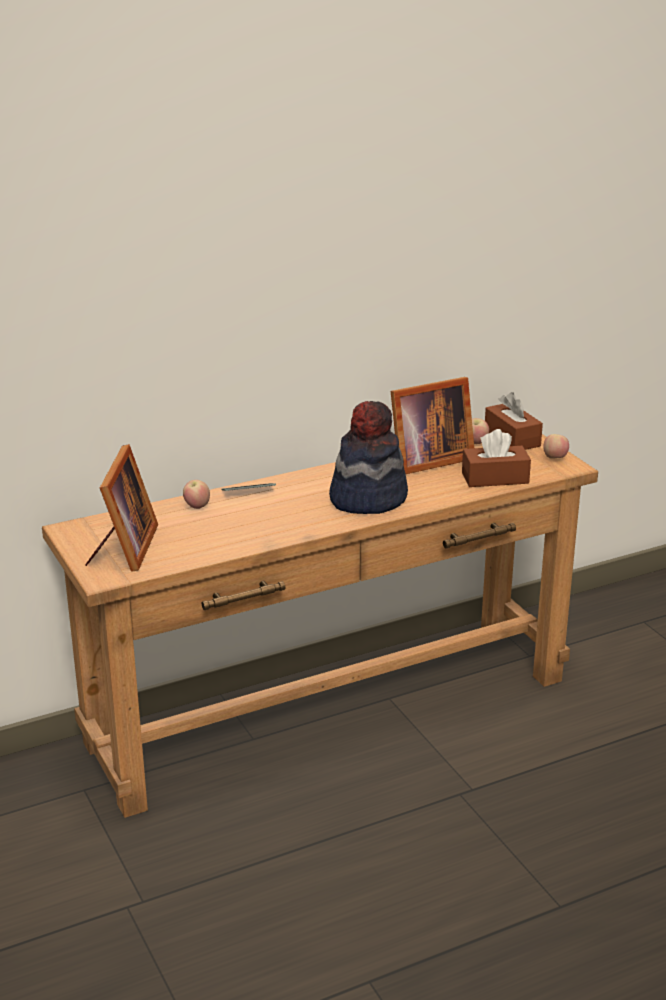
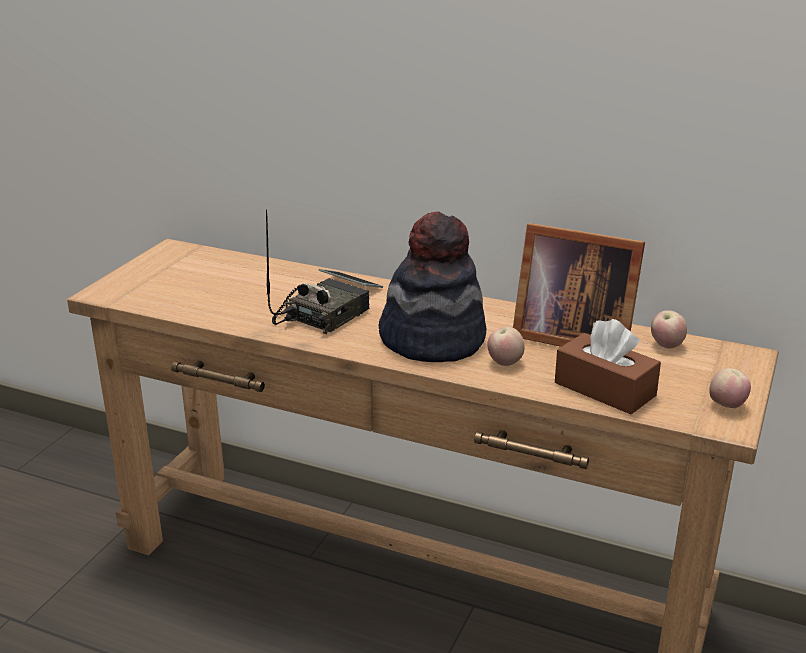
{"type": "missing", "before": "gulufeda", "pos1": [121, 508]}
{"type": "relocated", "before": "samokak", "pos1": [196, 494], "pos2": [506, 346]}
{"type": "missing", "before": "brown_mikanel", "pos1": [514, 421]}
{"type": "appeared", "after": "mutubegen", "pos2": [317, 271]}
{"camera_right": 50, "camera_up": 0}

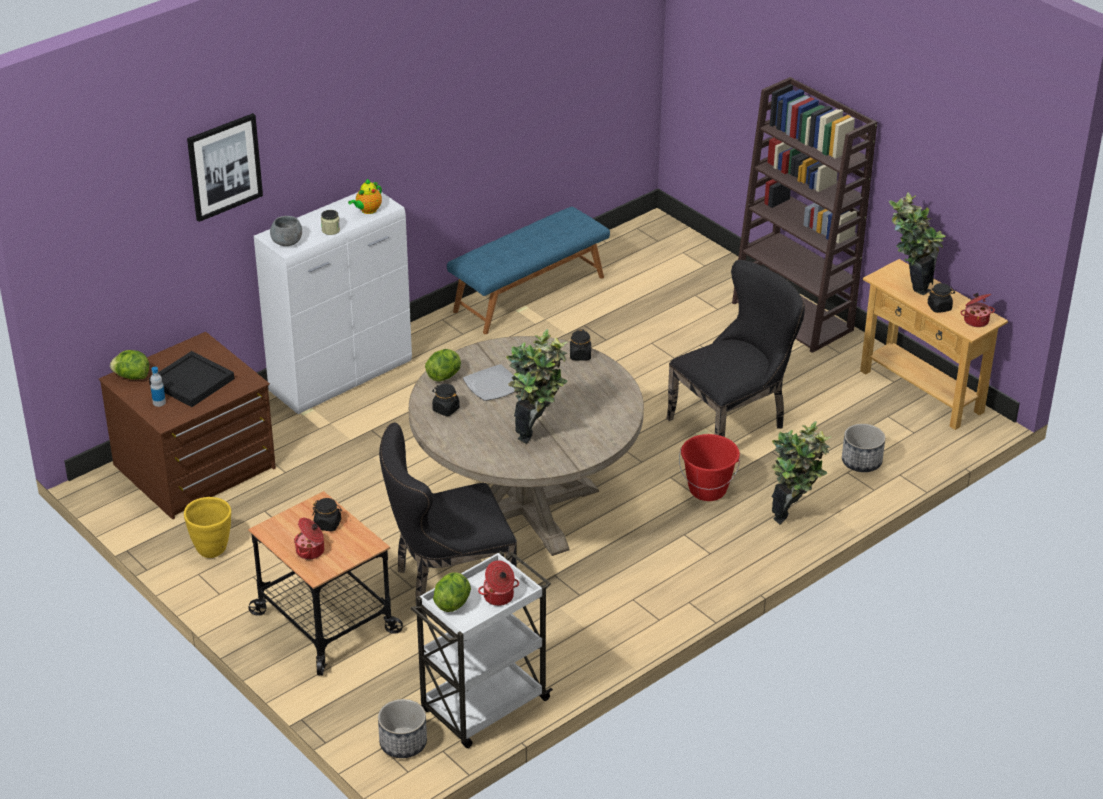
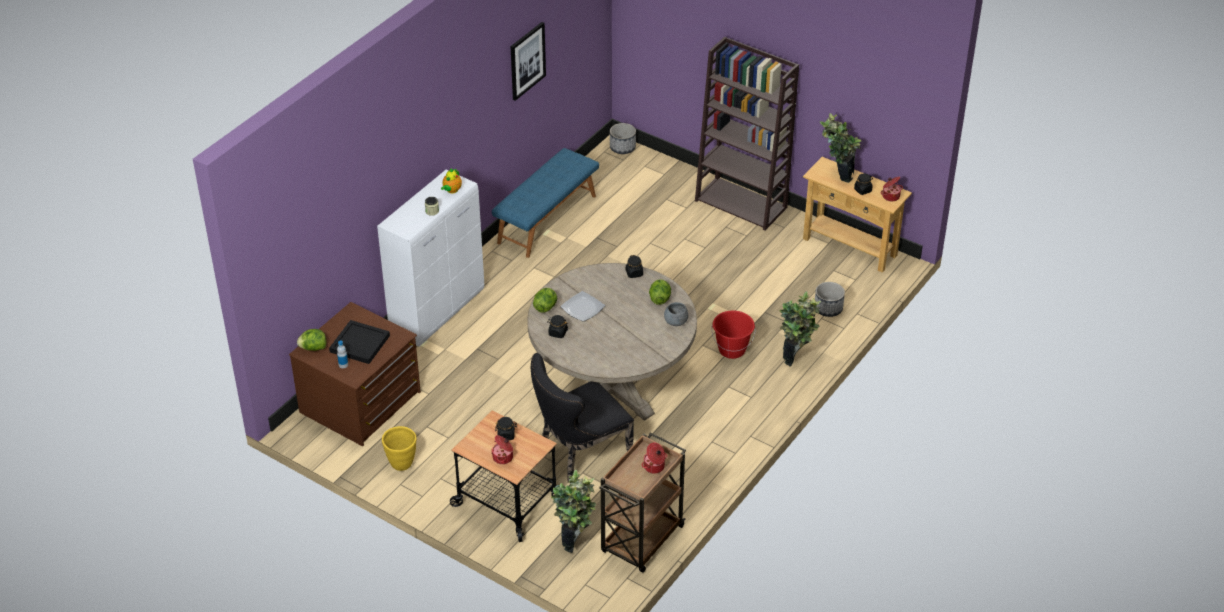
{"type": "relocated", "before": "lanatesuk", "pos1": [225, 167], "pos2": [528, 61]}
{"type": "relocated", "before": "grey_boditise", "pos1": [286, 231], "pos2": [676, 314]}
{"type": "relocated", "before": "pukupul", "pos1": [402, 728], "pos2": [623, 138]}
{"type": "colour", "before": "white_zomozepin", "after": "brown_zomozepin", "pos1": [482, 649], "pos2": [642, 502]}
{"type": "relocated", "before": "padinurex", "pos1": [452, 592], "pos2": [660, 292]}
{"type": "relocated", "before": "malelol", "pos1": [537, 386], "pos2": [573, 511]}
{"type": "missing", "before": "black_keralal", "pos1": [735, 348]}
{"camera_right": -15, "camera_up": 5}

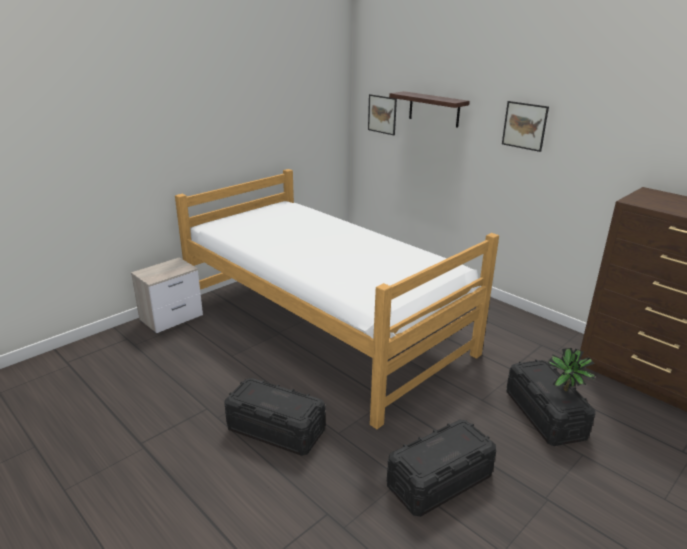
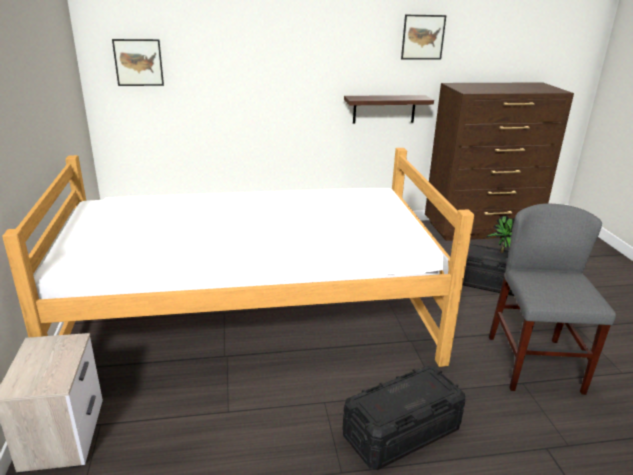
{"type": "exchanged", "before": "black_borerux", "after": "grey_keralal", "pos1": [441, 468], "pos2": [552, 299]}
{"type": "relocated", "before": "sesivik", "pos1": [429, 109], "pos2": [389, 109]}
{"type": "relocated", "before": "lanatesuk", "pos1": [525, 126], "pos2": [423, 37]}
{"camera_right": -55, "camera_up": 0}

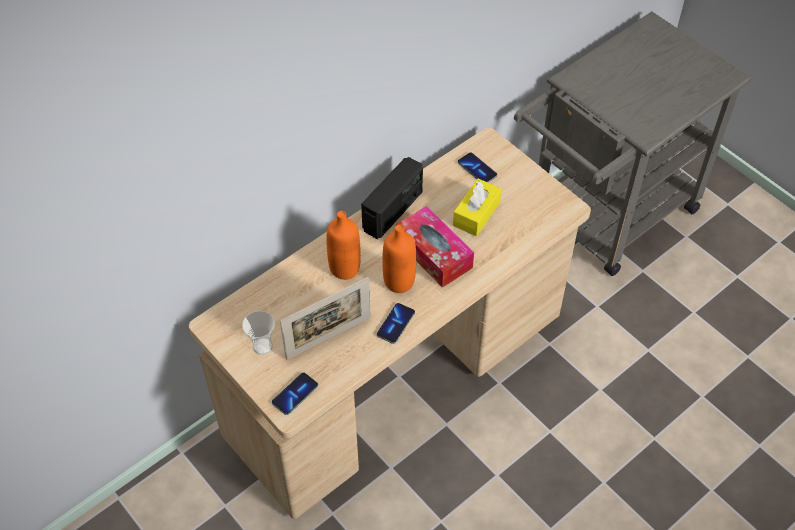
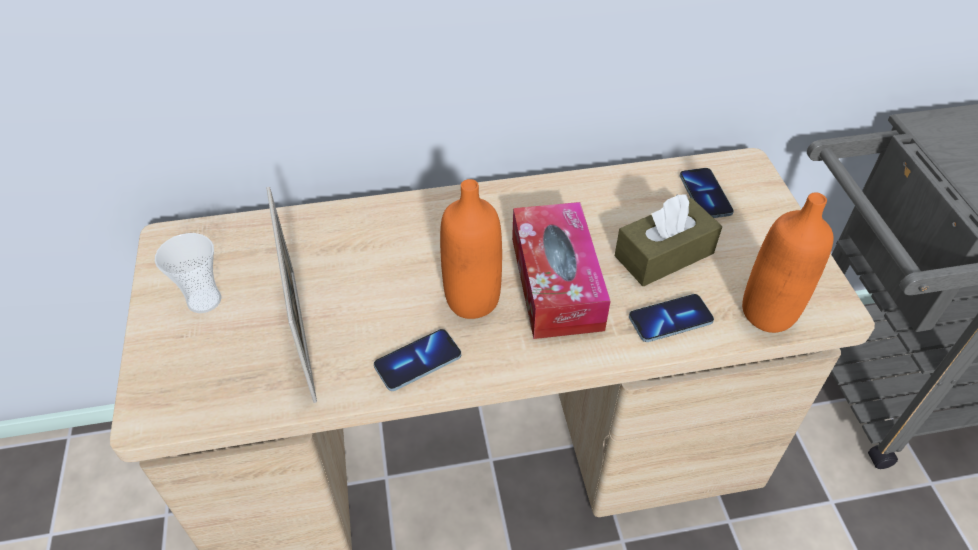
{"type": "relocated", "before": "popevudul", "pos1": [295, 394], "pos2": [671, 318]}
{"type": "spun", "before": "gulufeda", "pos1": [325, 318], "pos2": [291, 295], "turn": -105}
{"type": "relocated", "before": "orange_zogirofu", "pos1": [343, 245], "pos2": [787, 262]}
{"type": "missing", "before": "mutubegen", "pos1": [392, 198]}
{"type": "colour", "before": "yellow_mikanel", "after": "brown_mikanel", "pos1": [477, 207], "pos2": [668, 240]}
{"camera_right": 30, "camera_up": -5}

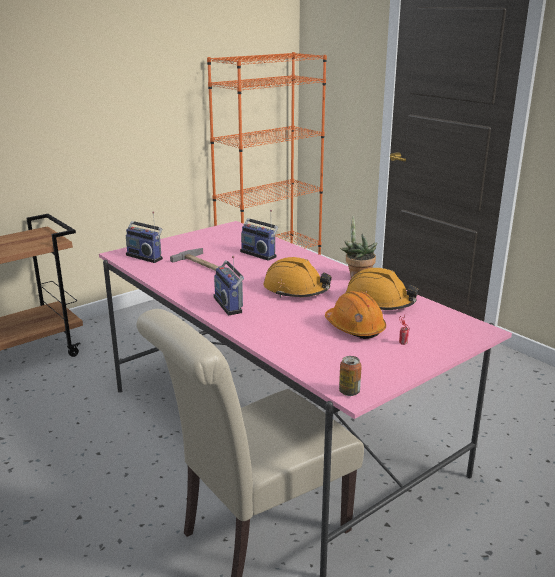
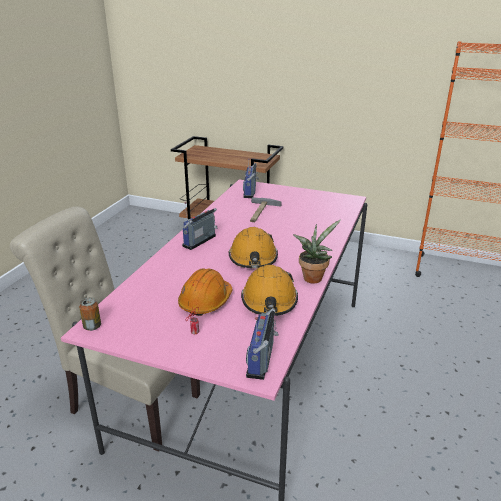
{"type": "relocated", "before": "mutubegen", "pos1": [259, 235], "pos2": [262, 344]}
{"camera_right": 60, "camera_up": 5}

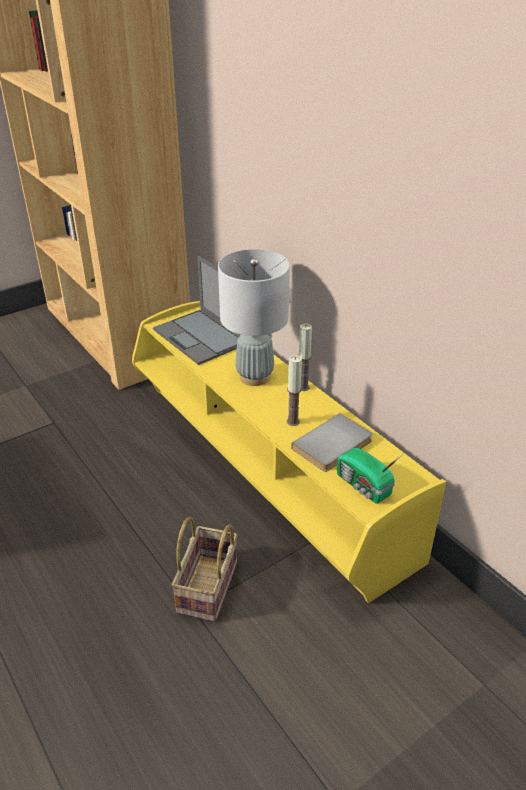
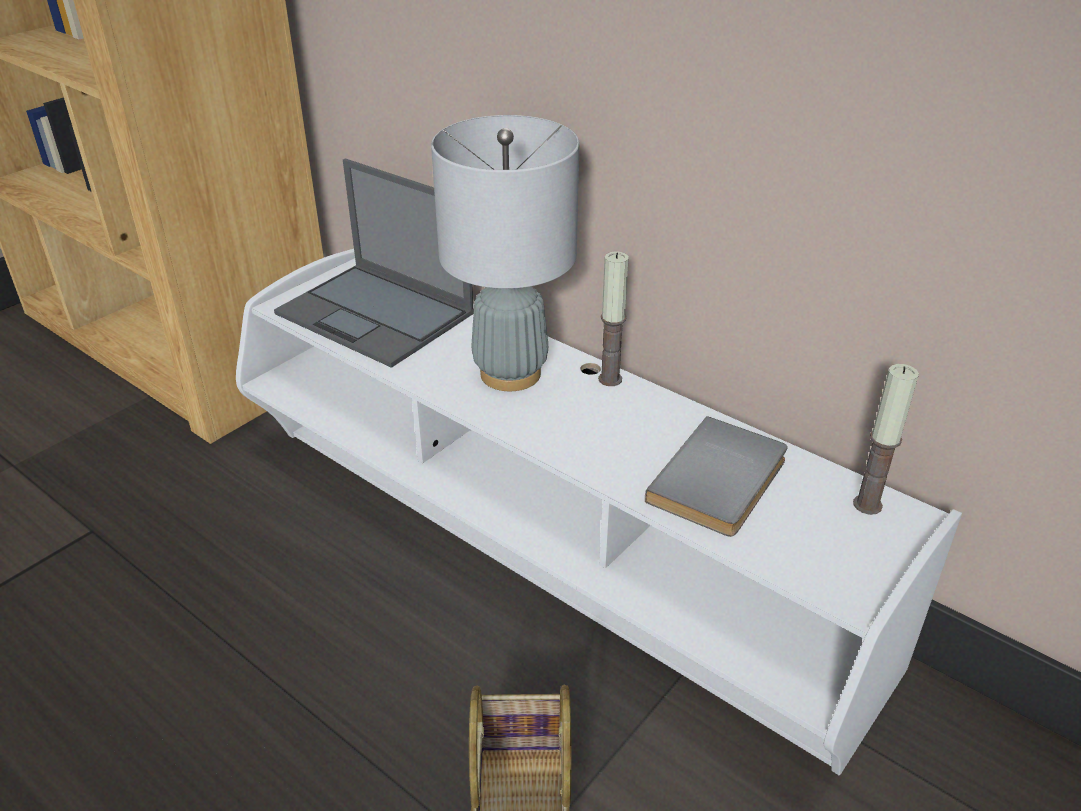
{"type": "colour", "before": "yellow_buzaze", "after": "white_buzaze", "pos1": [289, 452], "pos2": [599, 512]}
{"type": "relocated", "before": "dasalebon", "pos1": [294, 390], "pos2": [886, 439]}
{"type": "missing", "before": "mutubegen", "pos1": [370, 476]}
{"camera_right": -15, "camera_up": 0}

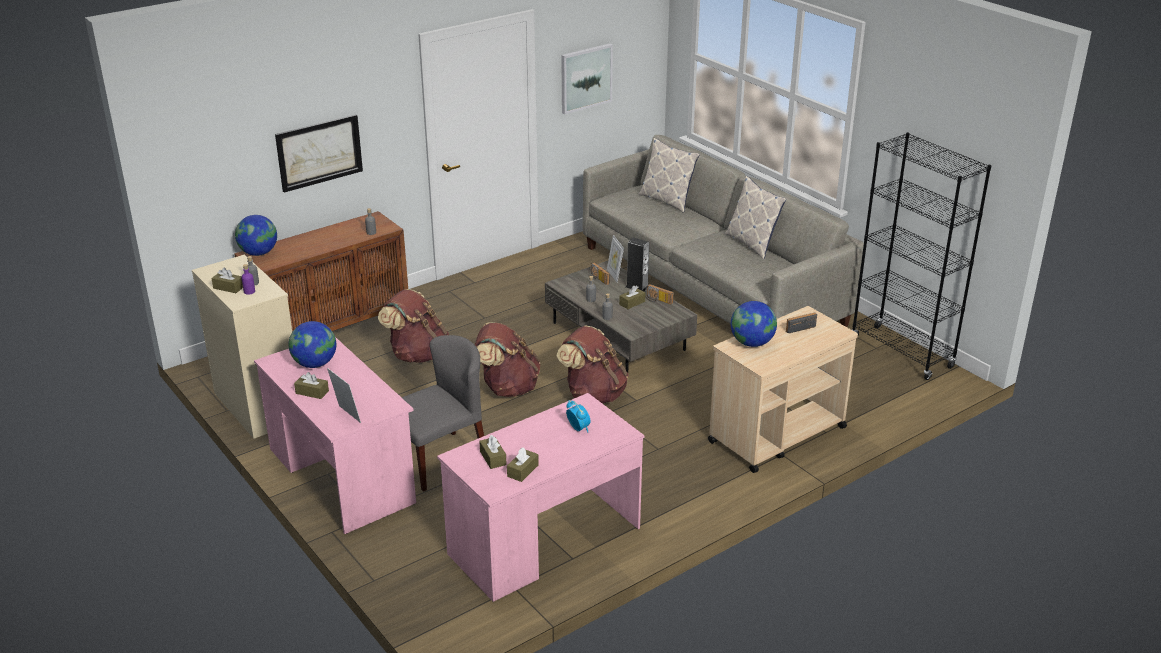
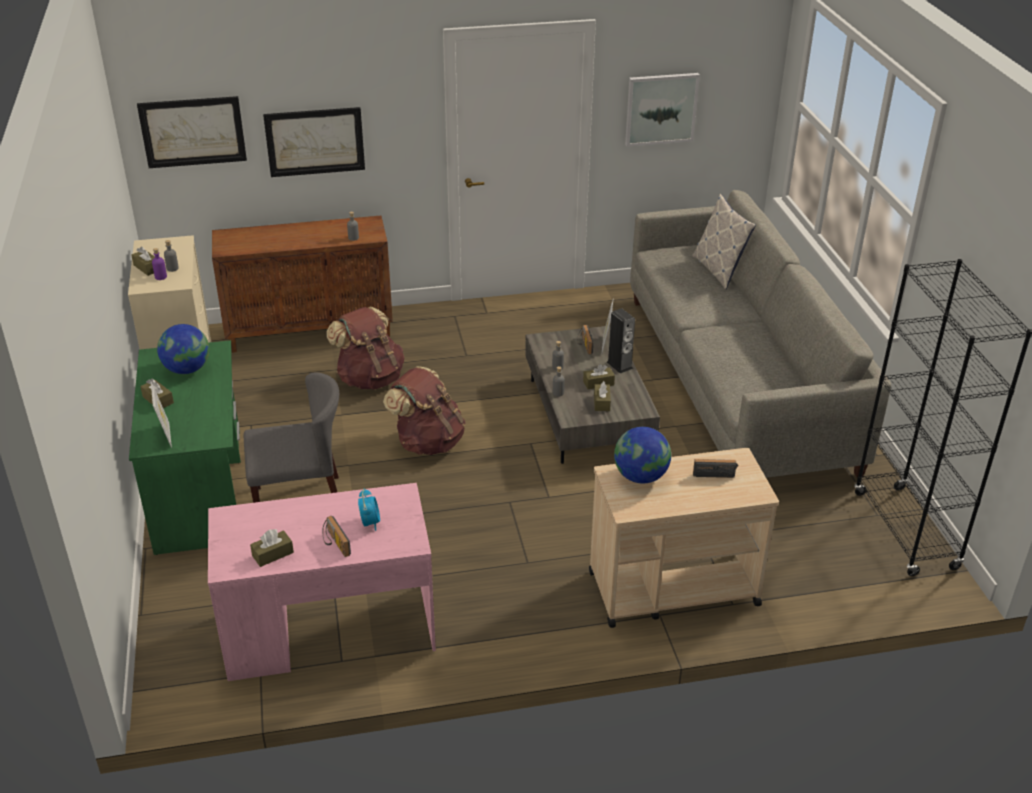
{"type": "missing", "before": "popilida", "pos1": [256, 235]}
{"type": "colour", "before": "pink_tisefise", "after": "green_tisefise", "pos1": [335, 435], "pos2": [185, 447]}
{"type": "relocated", "before": "brown_mikanel", "pos1": [493, 452], "pos2": [602, 396]}
{"type": "missing", "before": "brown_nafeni", "pos1": [593, 364]}
{"type": "relocated", "before": "mutubegen", "pos1": [659, 294], "pos2": [336, 536]}
{"type": "missing", "before": "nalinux", "pos1": [755, 217]}
{"type": "appeared", "after": "lanatesuk", "pos2": [192, 132]}
{"camera_right": 25, "camera_up": 5}

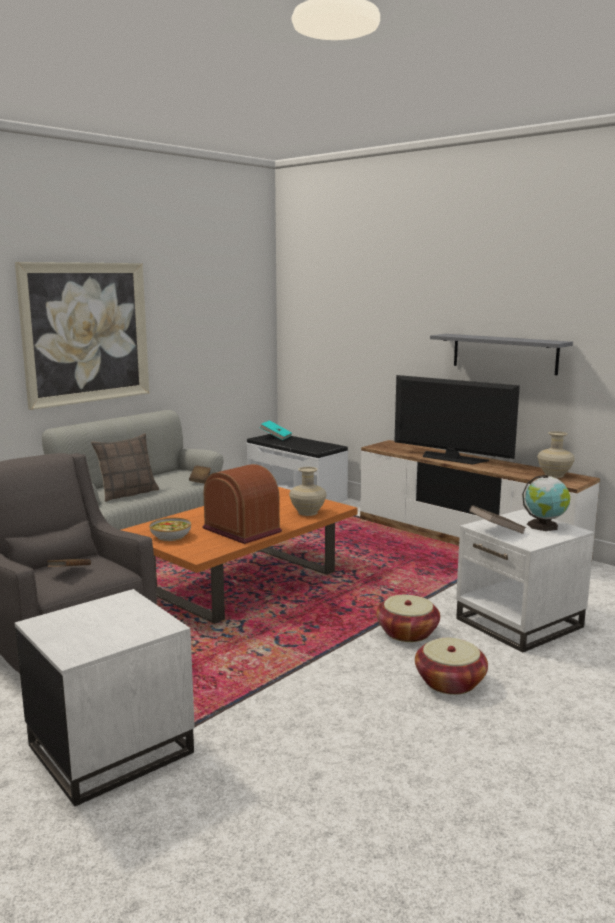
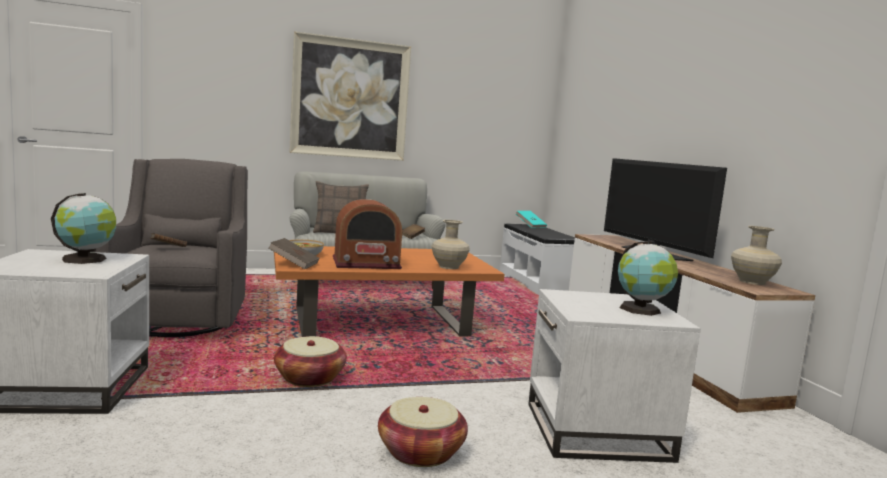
{"type": "spun", "before": "mutubegen", "pos1": [242, 504], "pos2": [367, 234], "turn": 90}
{"type": "relocated", "before": "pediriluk", "pos1": [408, 618], "pos2": [310, 361]}
{"type": "missing", "before": "grey_sesivik", "pos1": [501, 354]}
{"type": "relocated", "before": "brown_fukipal", "pos1": [497, 519], "pos2": [294, 253]}
{"type": "appeared", "after": "popilida", "pos2": [83, 228]}
{"camera_right": 30, "camera_up": -5}

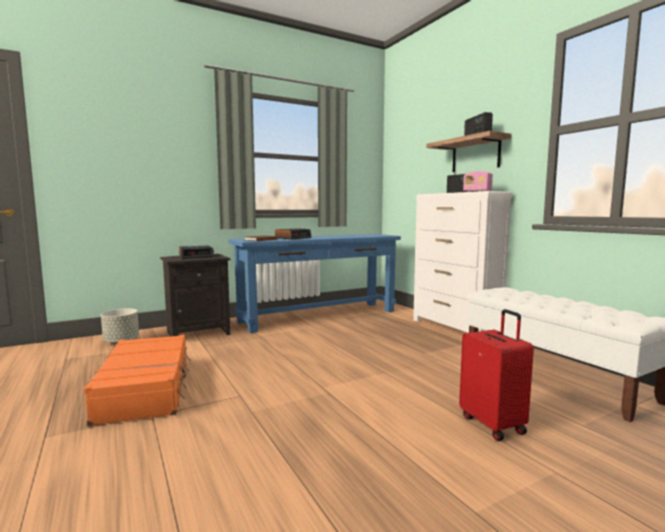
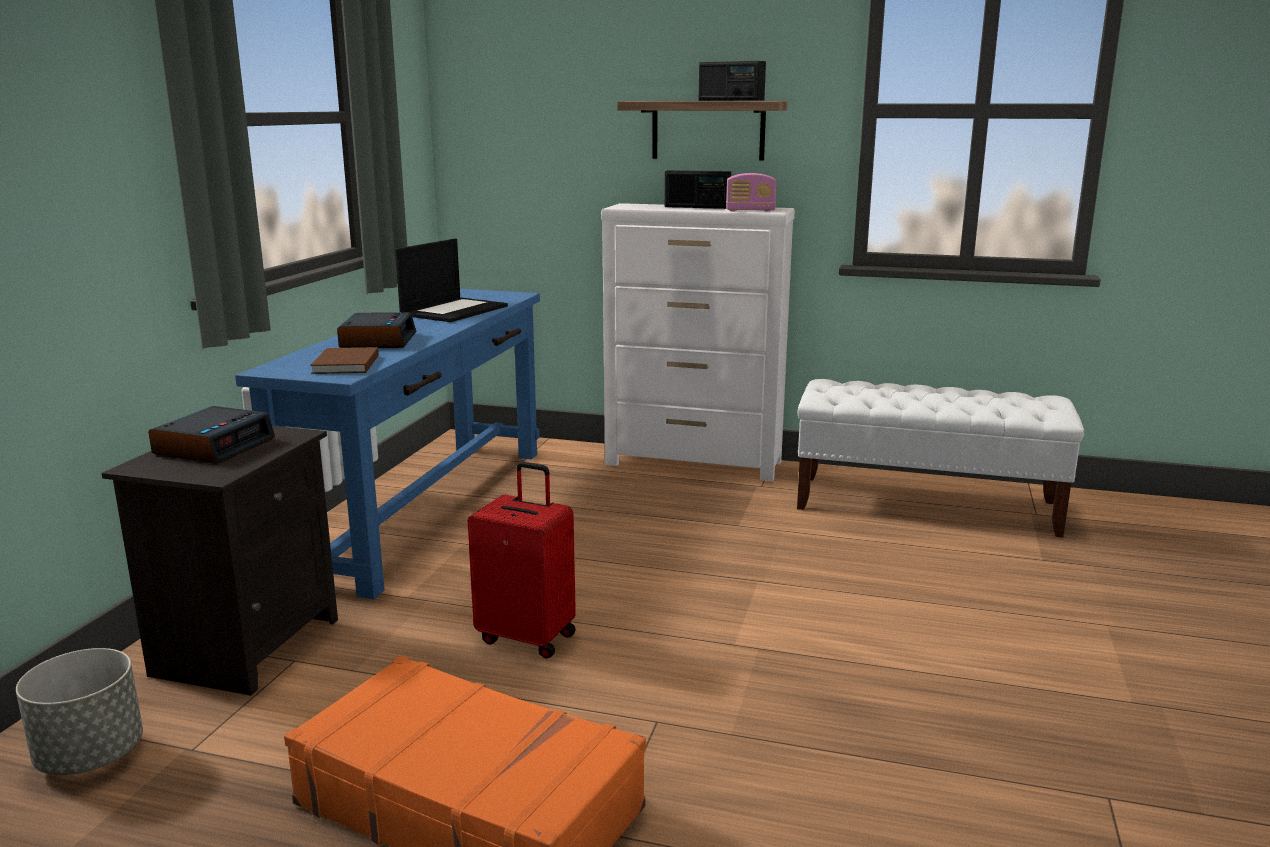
{"type": "relocated", "before": "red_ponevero", "pos1": [496, 375], "pos2": [522, 560]}
{"type": "appeared", "after": "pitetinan", "pos2": [451, 280]}
{"camera_right": -45, "camera_up": 10}

